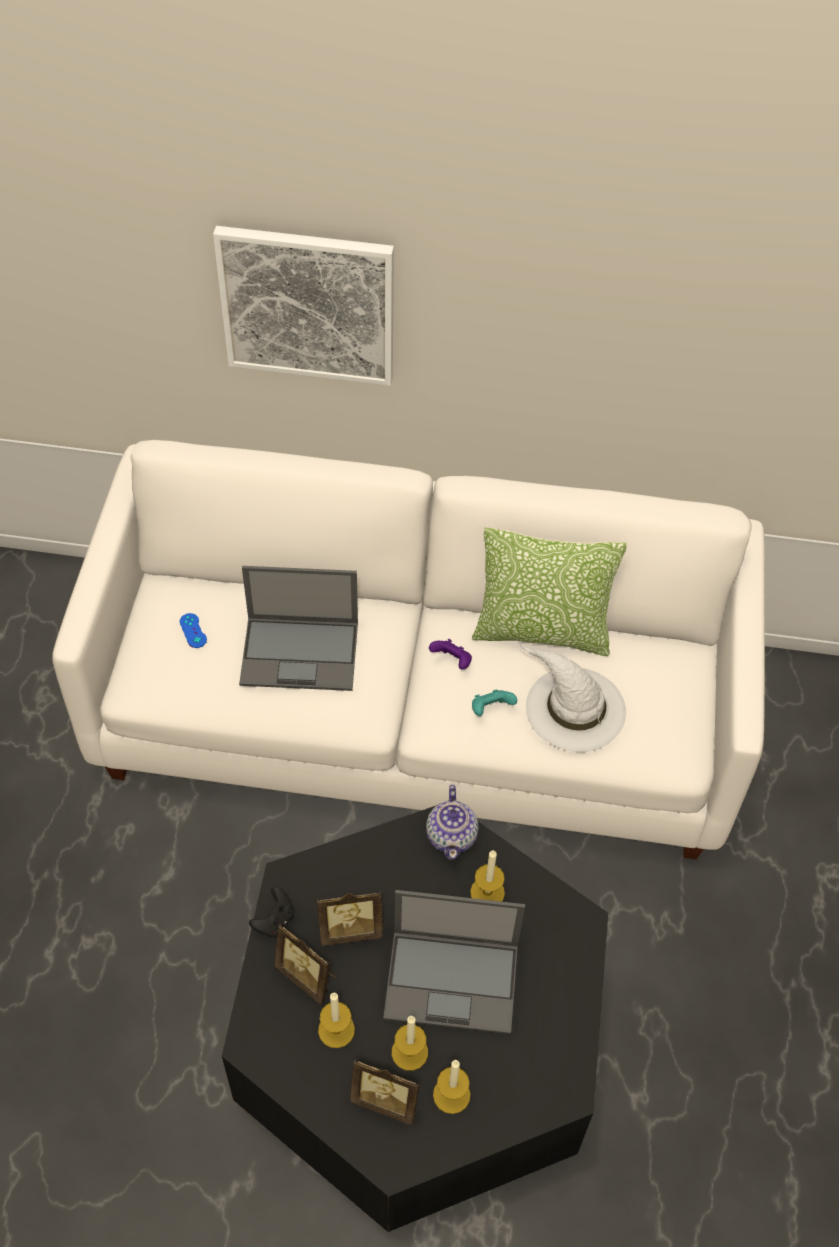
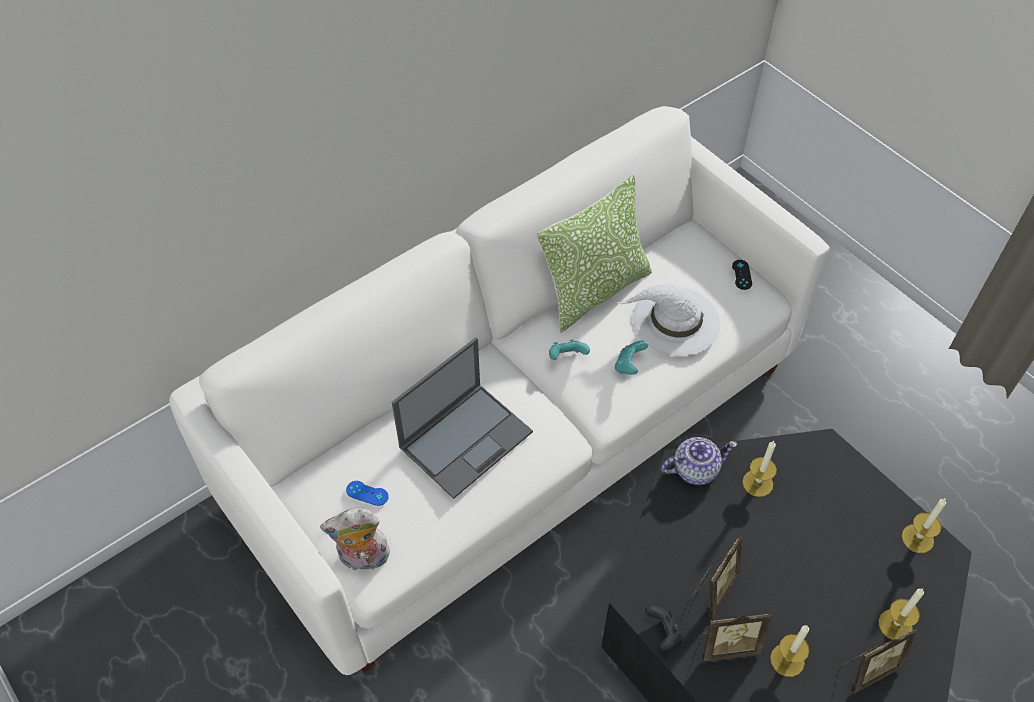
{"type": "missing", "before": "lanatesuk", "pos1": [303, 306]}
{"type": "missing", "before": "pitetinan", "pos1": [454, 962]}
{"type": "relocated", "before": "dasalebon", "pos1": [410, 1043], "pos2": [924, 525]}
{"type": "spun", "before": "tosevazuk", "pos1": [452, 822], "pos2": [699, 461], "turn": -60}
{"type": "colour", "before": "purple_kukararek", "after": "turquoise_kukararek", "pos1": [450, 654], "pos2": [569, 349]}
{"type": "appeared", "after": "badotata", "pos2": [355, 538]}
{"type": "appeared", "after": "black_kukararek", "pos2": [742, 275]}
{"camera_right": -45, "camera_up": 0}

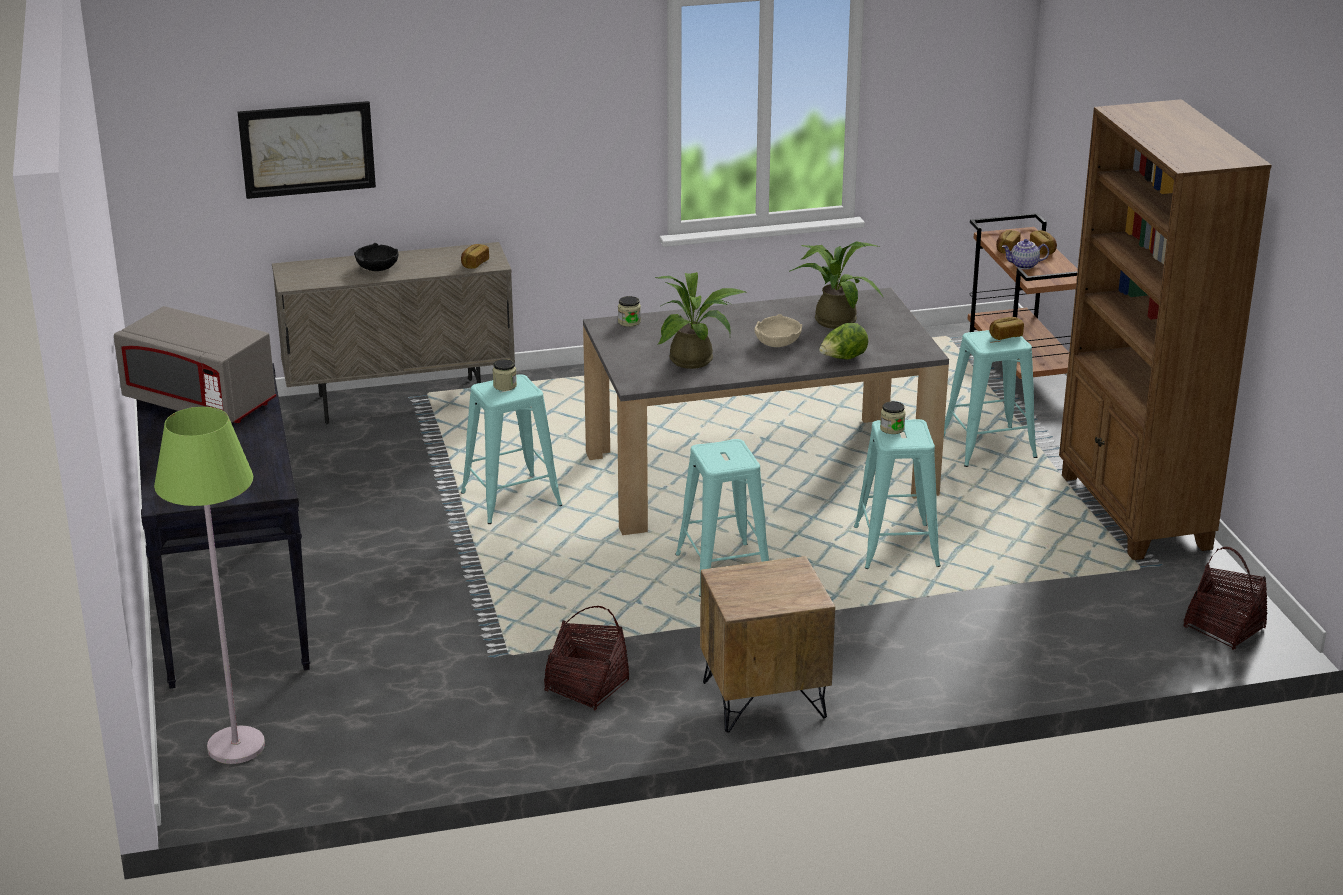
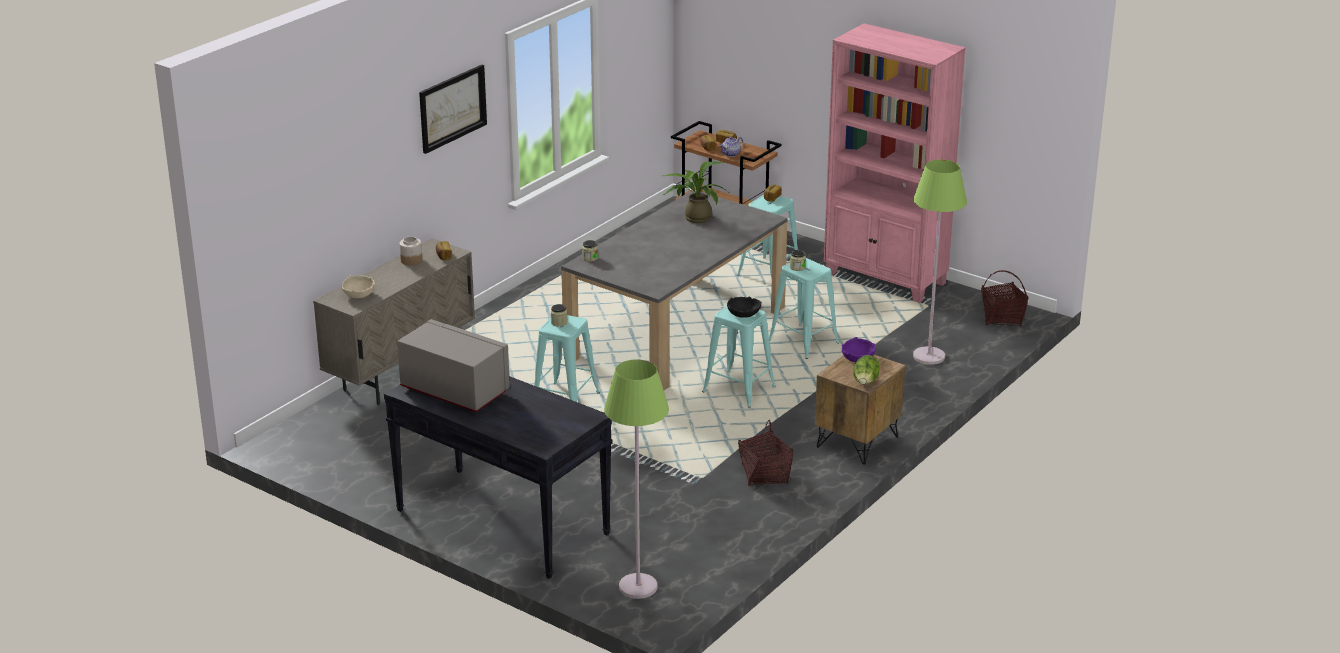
{"type": "spun", "before": "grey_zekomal", "pos1": [195, 364], "pos2": [453, 365], "turn": -135}
{"type": "relocated", "before": "lanatesuk", "pos1": [307, 150], "pos2": [453, 109]}
{"type": "relocated", "before": "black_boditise", "pos1": [376, 257], "pos2": [744, 307]}
{"type": "missing", "before": "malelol", "pos1": [701, 320]}
{"type": "relocated", "before": "beige_boditise", "pos1": [778, 330], "pos2": [358, 286]}
{"type": "relocated", "before": "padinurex", "pos1": [843, 341], "pos2": [866, 369]}
{"type": "colour", "before": "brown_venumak", "after": "pink_venumak", "pos1": [1165, 329], "pos2": [895, 163]}
{"type": "appeared", "after": "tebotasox", "pos2": [410, 250]}
{"type": "appeared", "after": "purple_boditise", "pos2": [859, 349]}
{"type": "appeared", "after": "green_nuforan", "pos2": [940, 262]}
{"camera_right": -40, "camera_up": 0}

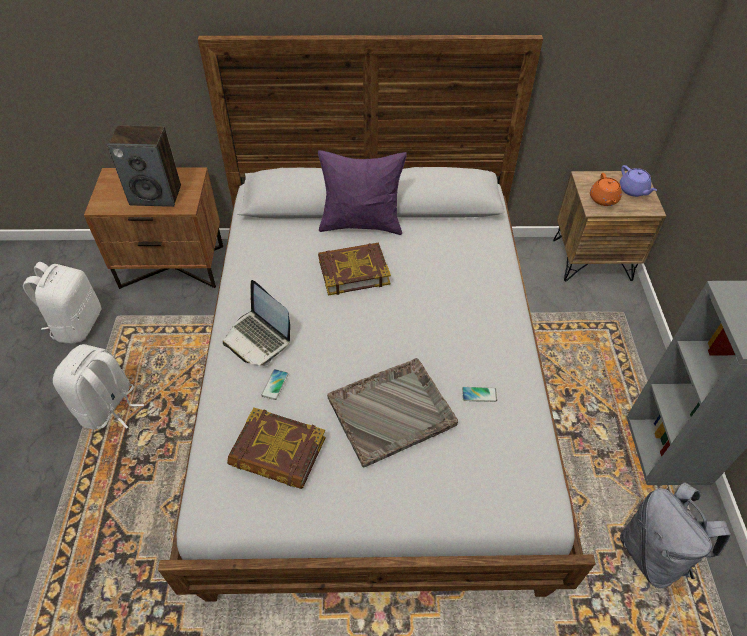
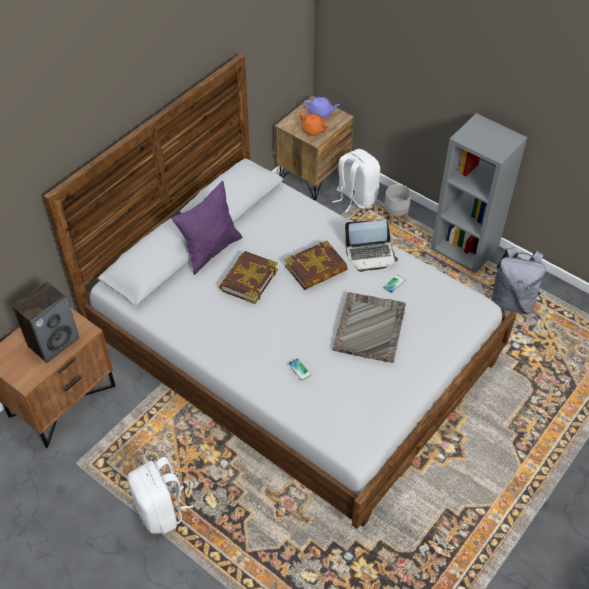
{"type": "relocated", "before": "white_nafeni", "pos1": [62, 302], "pos2": [356, 181]}
{"type": "relocated", "before": "pitetinan", "pos1": [256, 323], "pos2": [371, 246]}
{"type": "relocated", "before": "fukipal", "pos1": [276, 448], "pos2": [316, 265]}
{"type": "appeared", "after": "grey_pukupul", "pos2": [398, 204]}
{"camera_right": -50, "camera_up": 0}

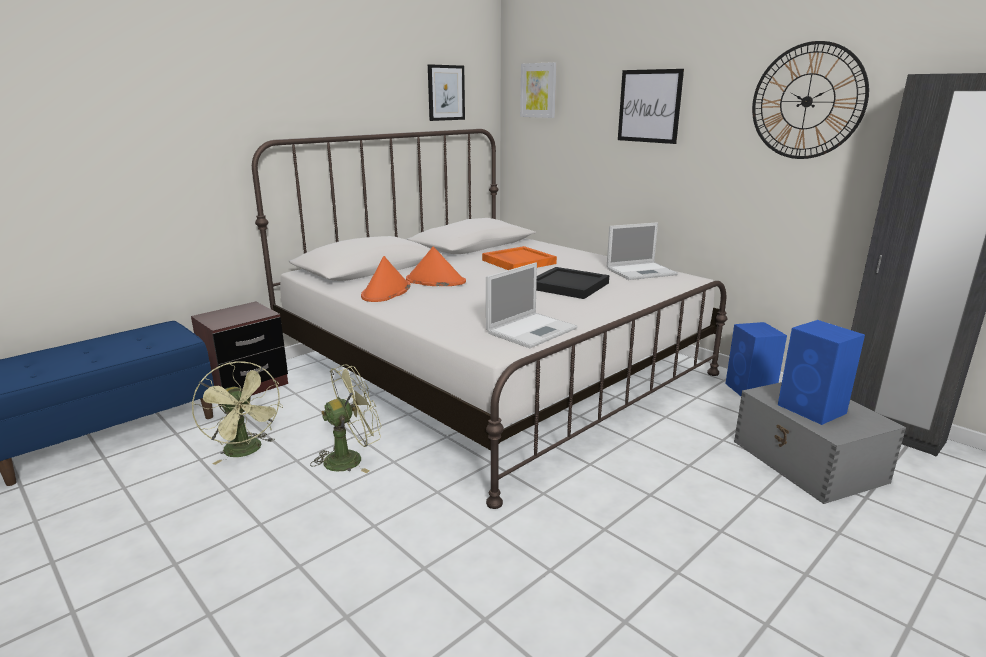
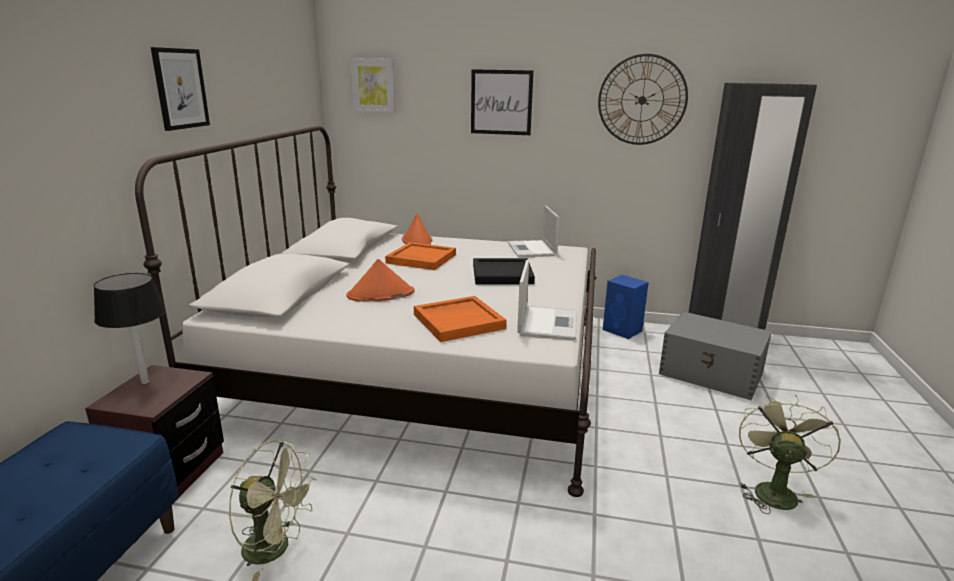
{"type": "relocated", "before": "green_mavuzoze", "pos1": [346, 418], "pos2": [790, 454]}
{"type": "relocated", "before": "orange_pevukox", "pos1": [386, 279], "pos2": [417, 229]}
{"type": "relocated", "before": "lanatesuk", "pos1": [446, 92], "pos2": [180, 89]}
{"type": "spun", "before": "pitetinan", "pos1": [642, 251], "pos2": [534, 231], "turn": 135}
{"type": "missing", "before": "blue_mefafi", "pos1": [821, 372]}
{"type": "appeared", "after": "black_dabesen", "pos2": [130, 328]}
{"type": "appeared", "after": "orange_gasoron", "pos2": [460, 319]}
{"camera_right": -35, "camera_up": 0}

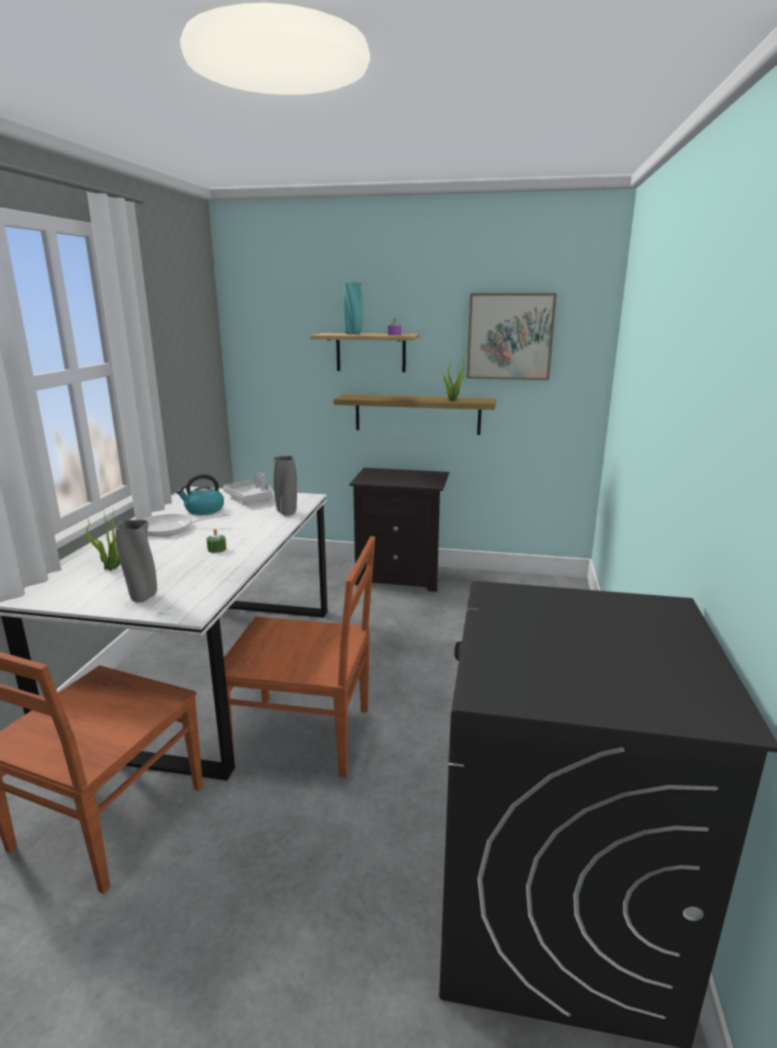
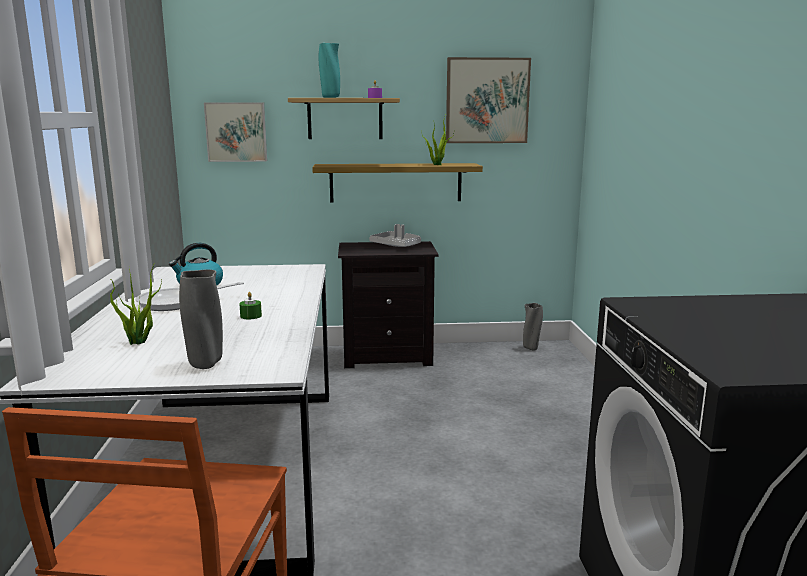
{"type": "missing", "before": "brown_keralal", "pos1": [293, 657]}
{"type": "relocated", "before": "grey_gasoron", "pos1": [248, 488], "pos2": [395, 235]}
{"type": "relocated", "before": "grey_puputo", "pos1": [285, 486], "pos2": [533, 326]}
{"type": "appeared", "after": "lanatesuk", "pos2": [235, 132]}
{"camera_right": -15, "camera_up": -5}

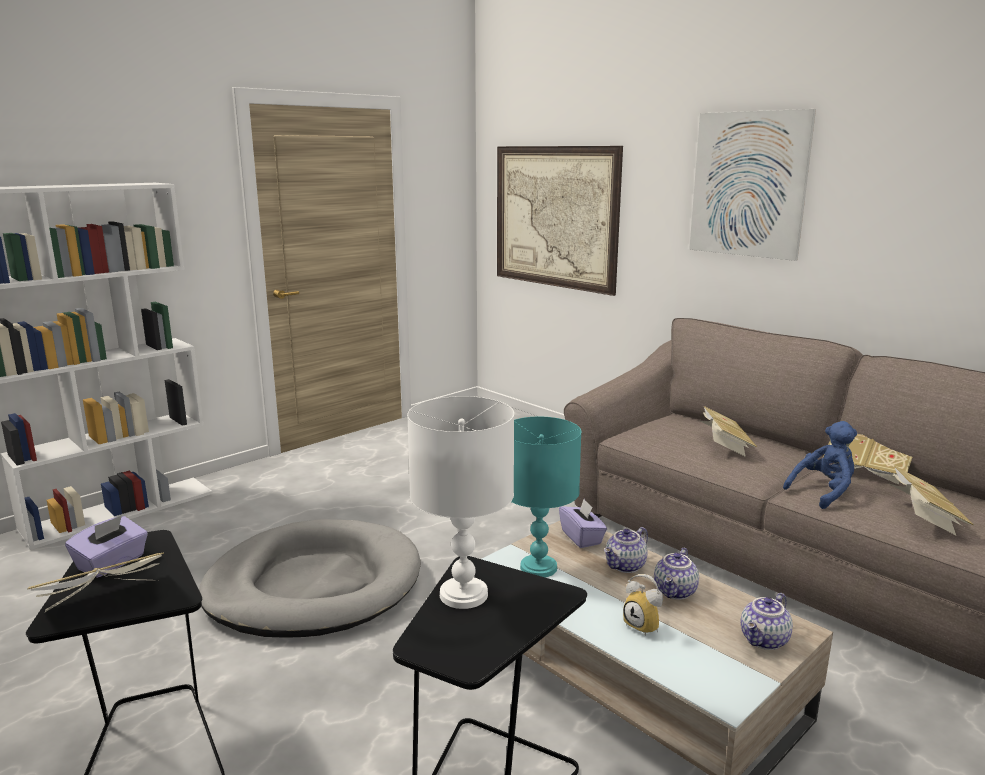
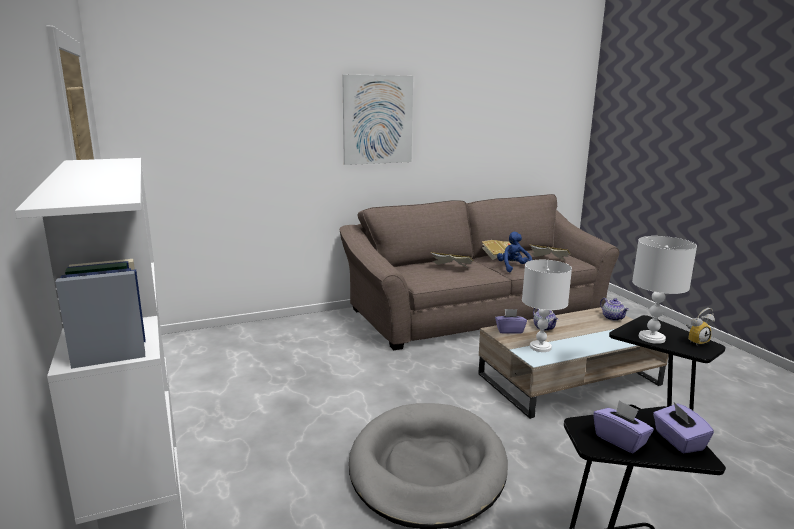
{"type": "exchanged", "before": "fukipal", "after": "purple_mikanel", "pos1": [95, 582], "pos2": [683, 428]}
{"type": "missing", "before": "lanatesuk", "pos1": [560, 221]}
{"type": "colour", "before": "turquoise_dabesen", "after": "white_dabesen", "pos1": [546, 497], "pos2": [547, 306]}
{"type": "relocated", "before": "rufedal", "pos1": [643, 605], "pos2": [700, 326]}
{"type": "missing", "before": "tosevazuk", "pos1": [676, 574]}
{"camera_right": -70, "camera_up": 0}

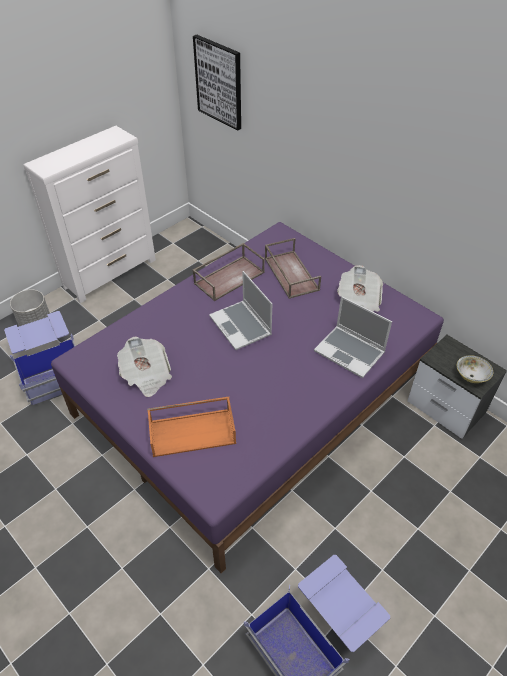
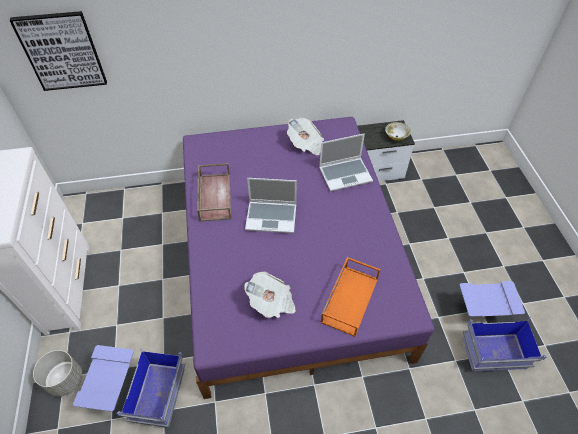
{"type": "missing", "before": "brown_gasoron", "pos1": [293, 268]}
{"camera_right": -55, "camera_up": 5}

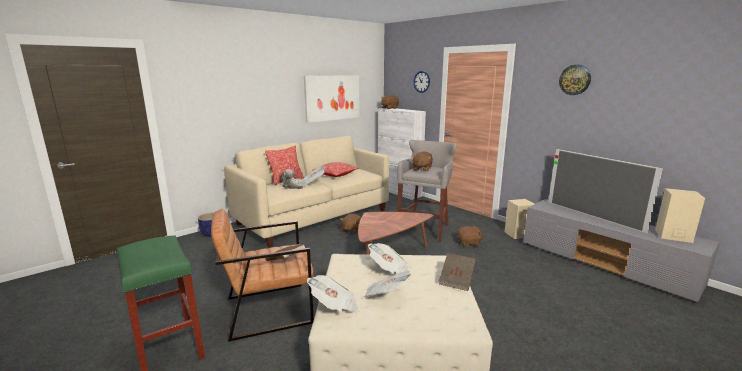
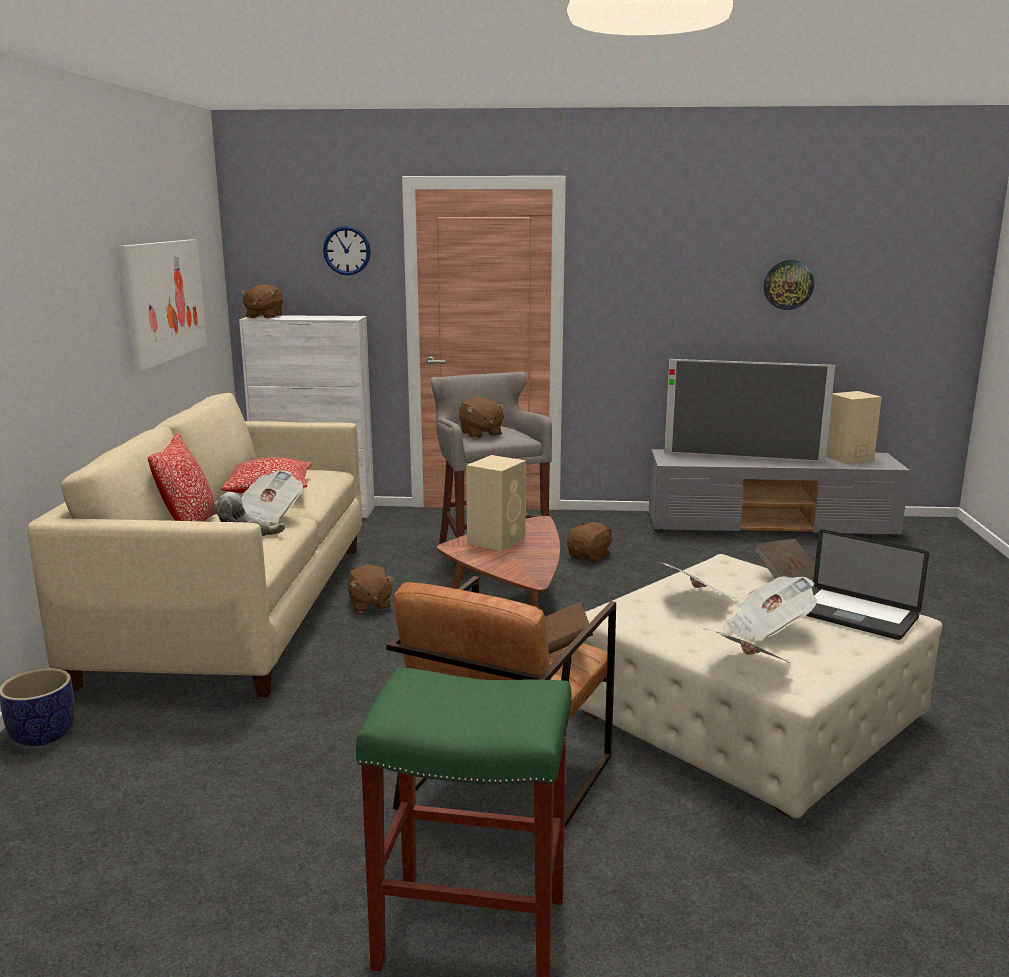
{"type": "relocated", "before": "beige_mefafi", "pos1": [519, 219], "pos2": [496, 503]}
{"type": "relocated", "before": "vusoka", "pos1": [575, 80], "pos2": [789, 285]}
{"type": "appeared", "after": "pitetinan", "pos2": [867, 584]}
{"camera_right": -45, "camera_up": 0}

